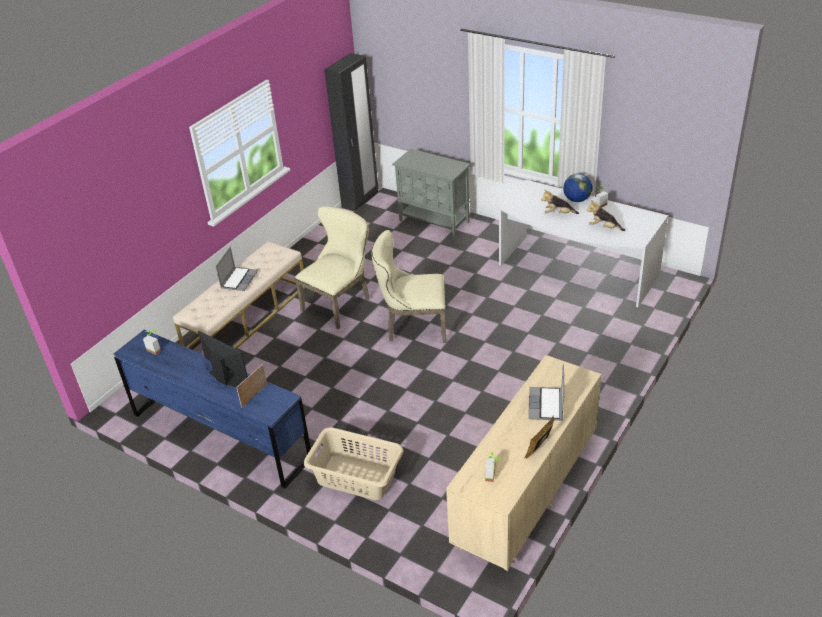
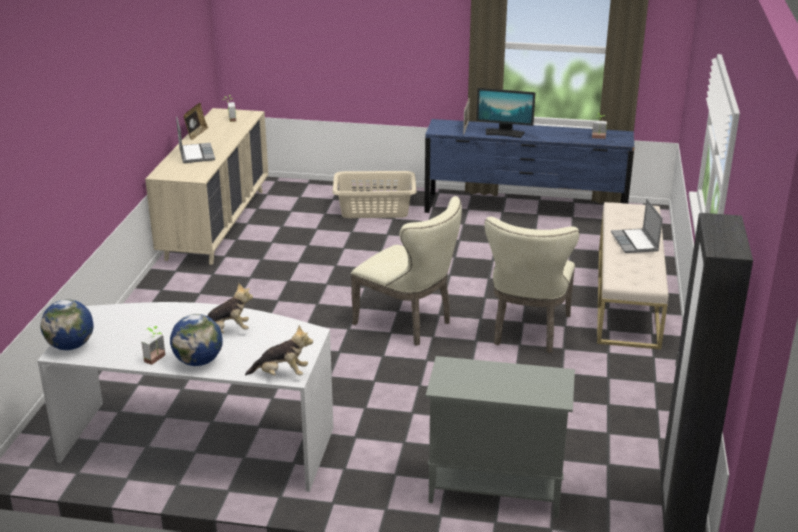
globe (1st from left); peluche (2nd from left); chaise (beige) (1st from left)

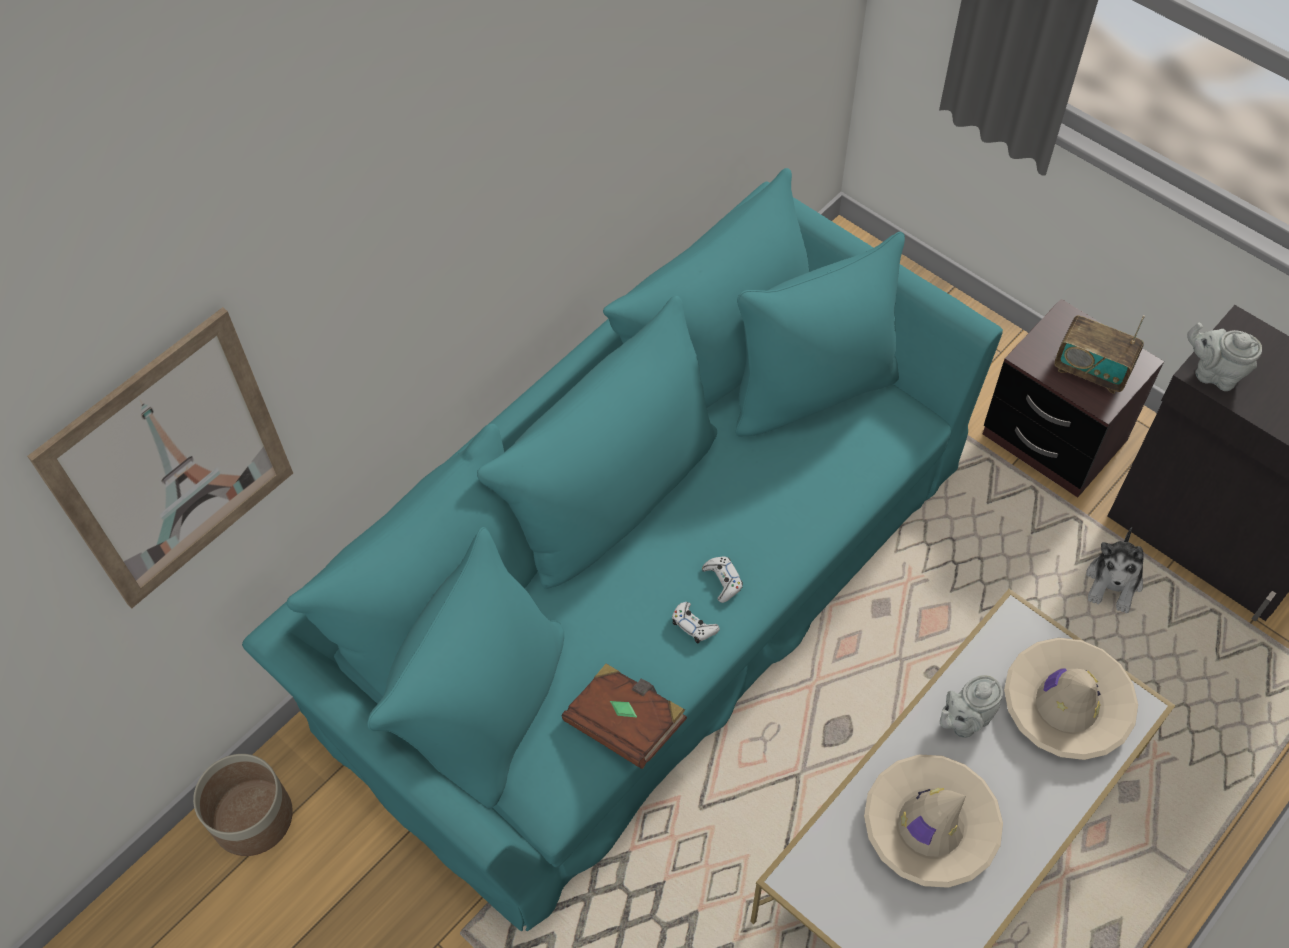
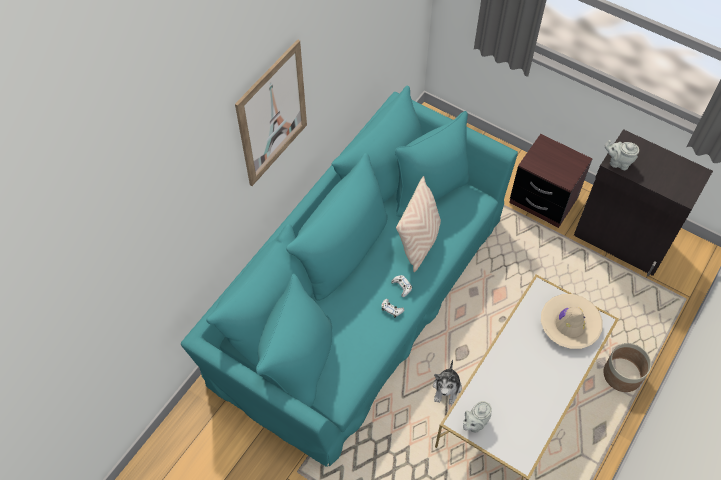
tableau; coussin (beige); peluche; théière (gris) (1st from left); cache-pot; livre (marron); chapeau (beige) (1st from left in the first image); radio

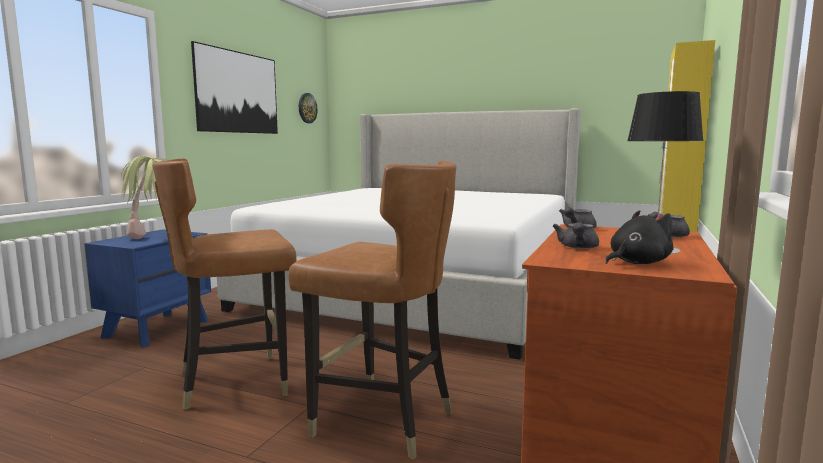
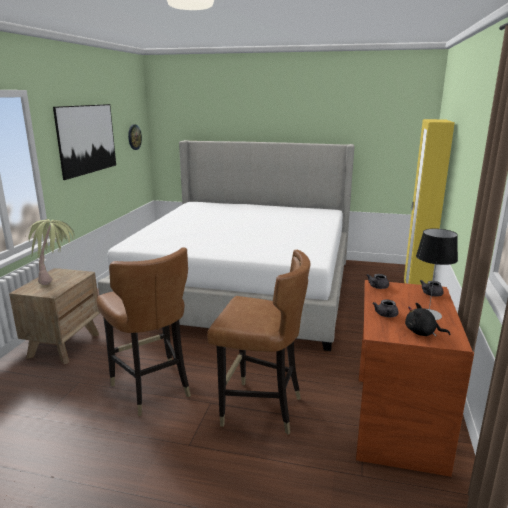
table de chevet (marron); chaise (marron) (1st from left); peluche (noir)

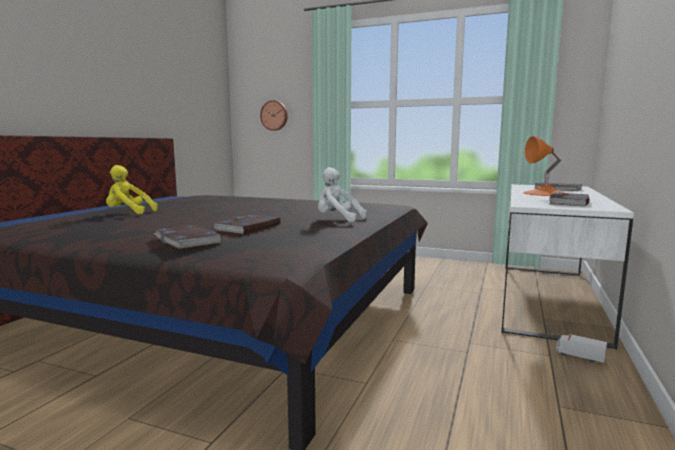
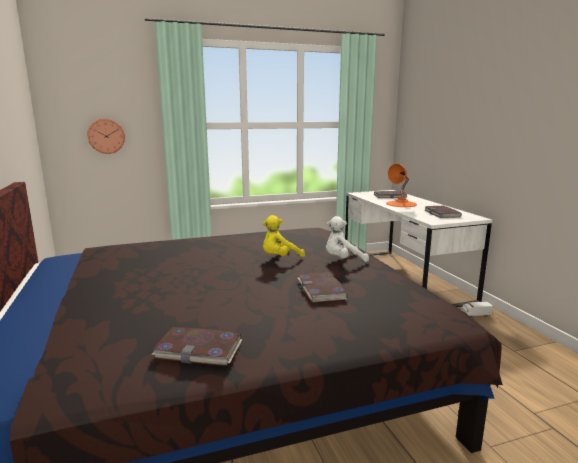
livre (1st from left); peluche (jaune)

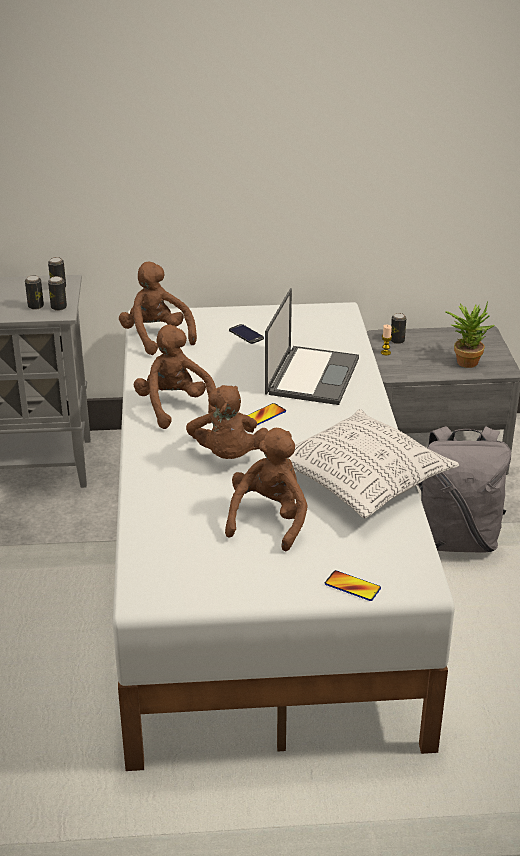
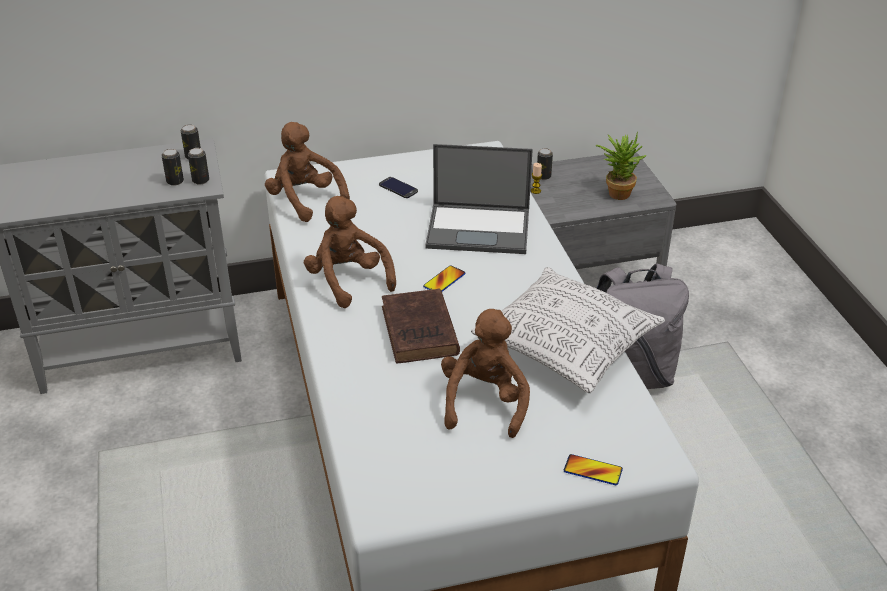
livre (marron); ordinateur portable

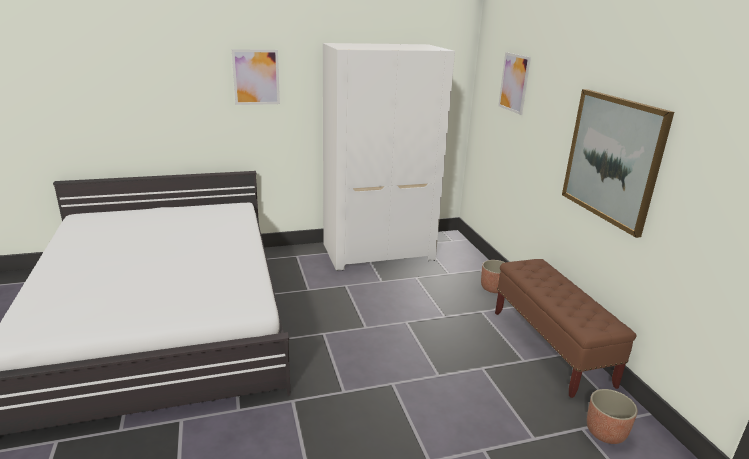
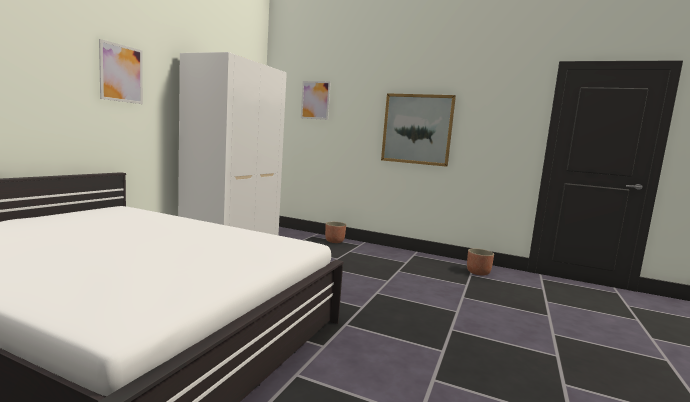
banc (marron)

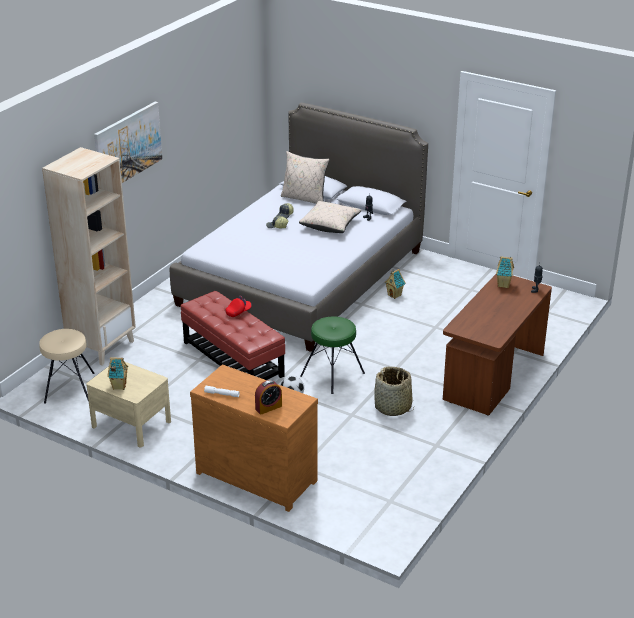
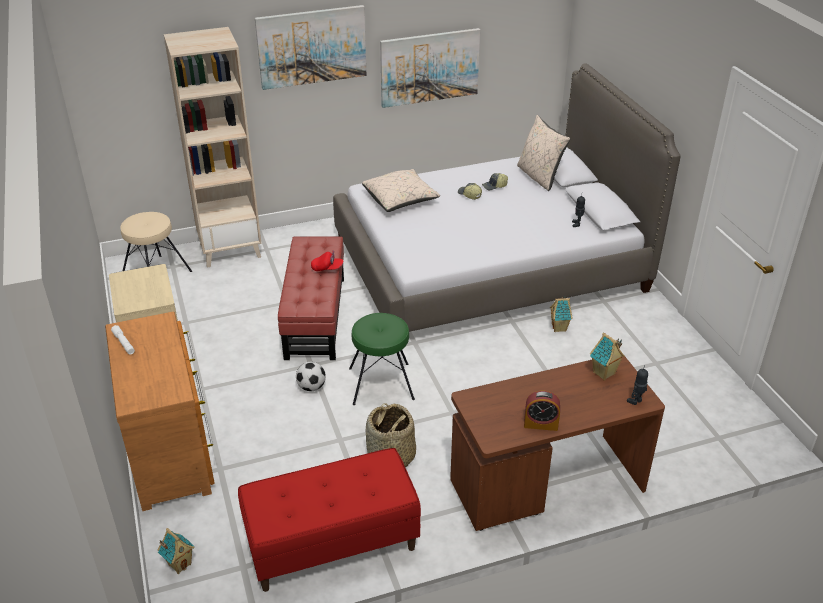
maison miniature (1st from left); banc (rouge); coussin (beige) (1st from left); tableau (2nd from left); réveil

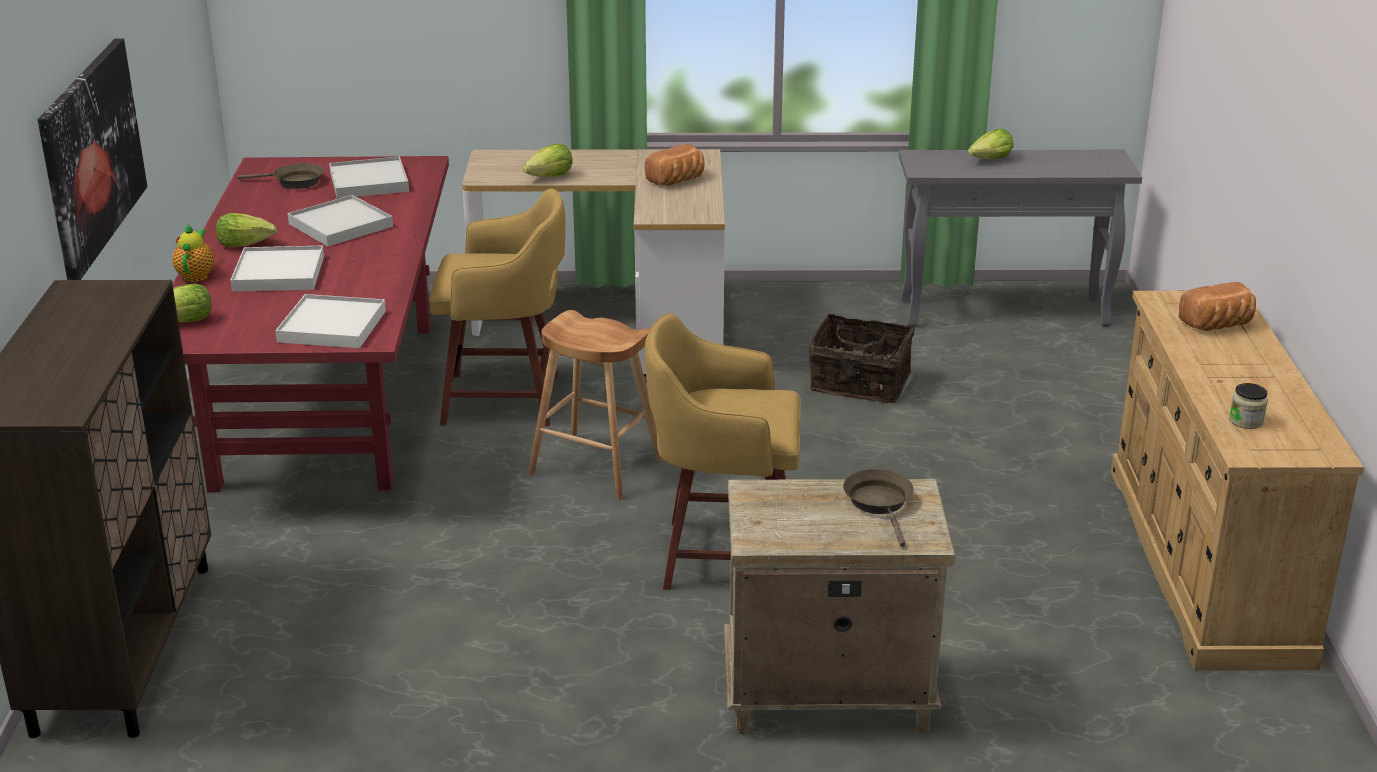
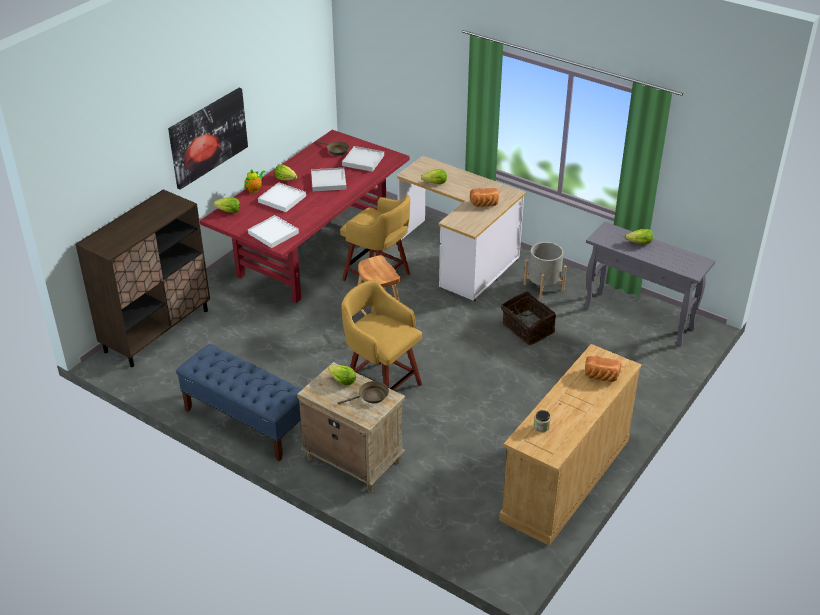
banc (bleu); laitue (3rd from left); poêle (marron) (2nd from left); cache-pot (gris)

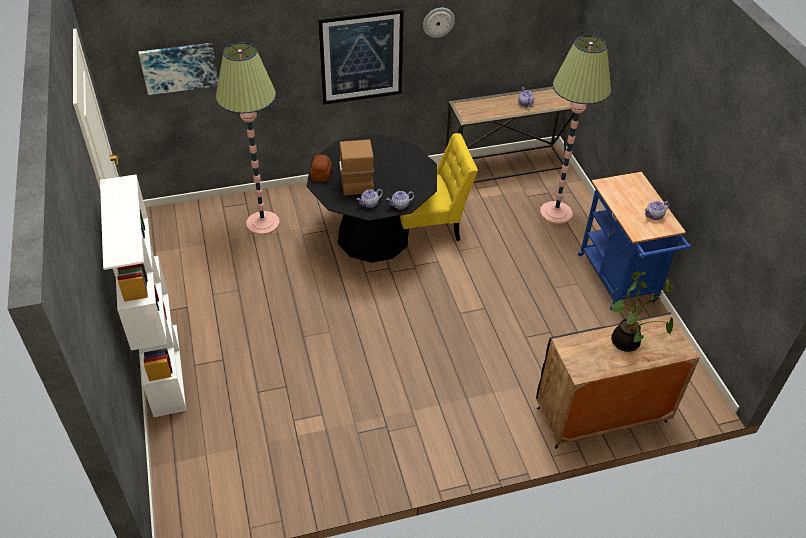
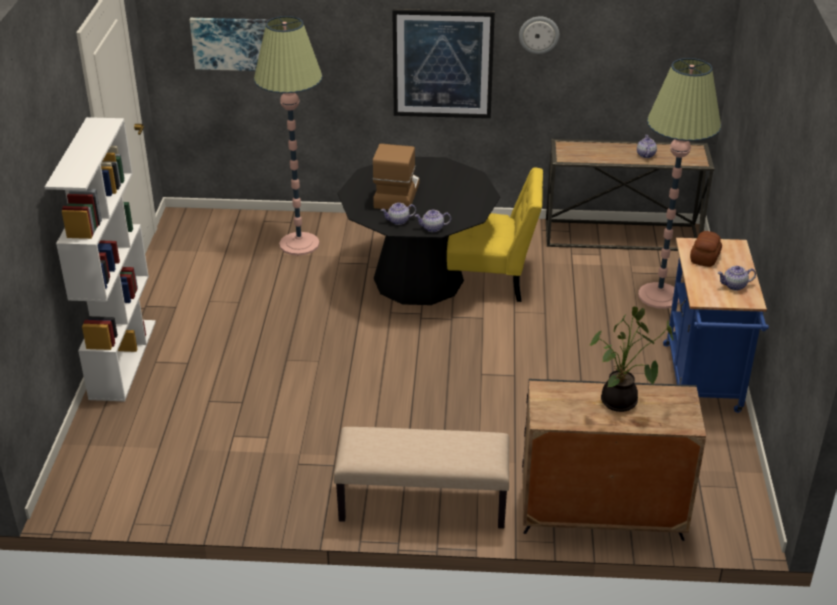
banc (beige); pain

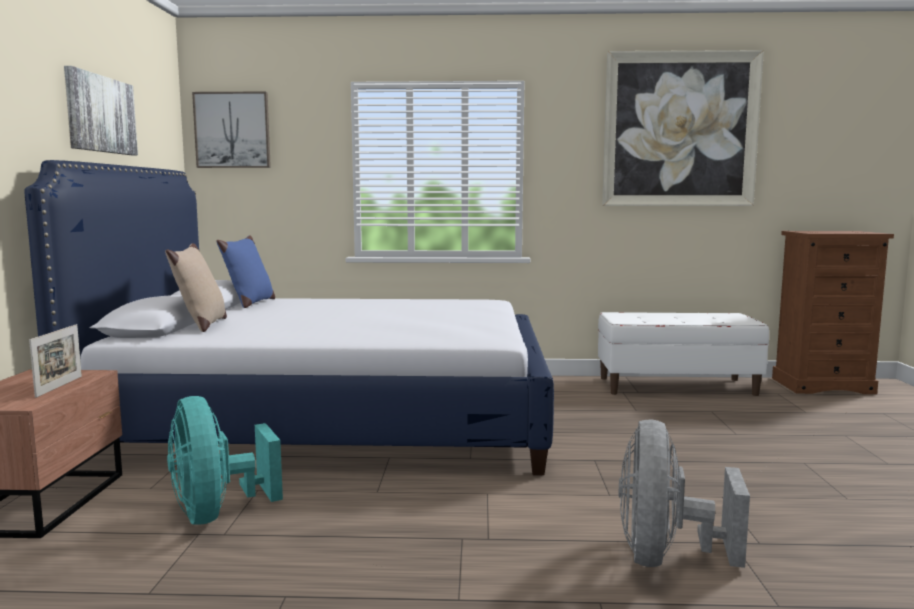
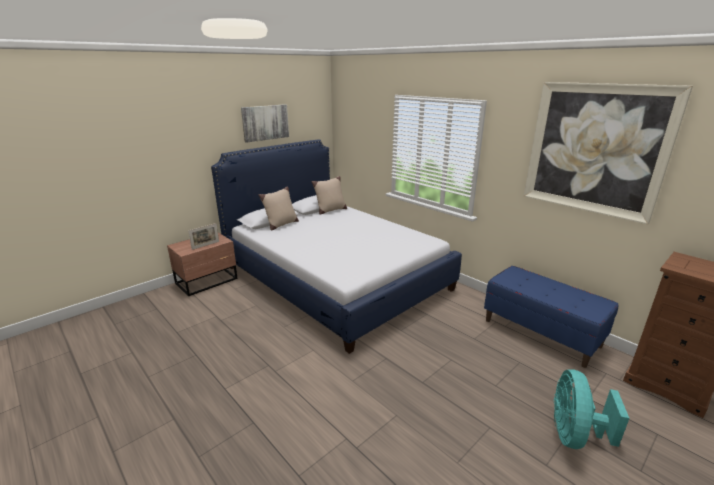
coussin (beige) (2nd from left); banc (bleu); ventilateur (turquoise); tableau (2nd from left in the first image); ventilateur (gris)

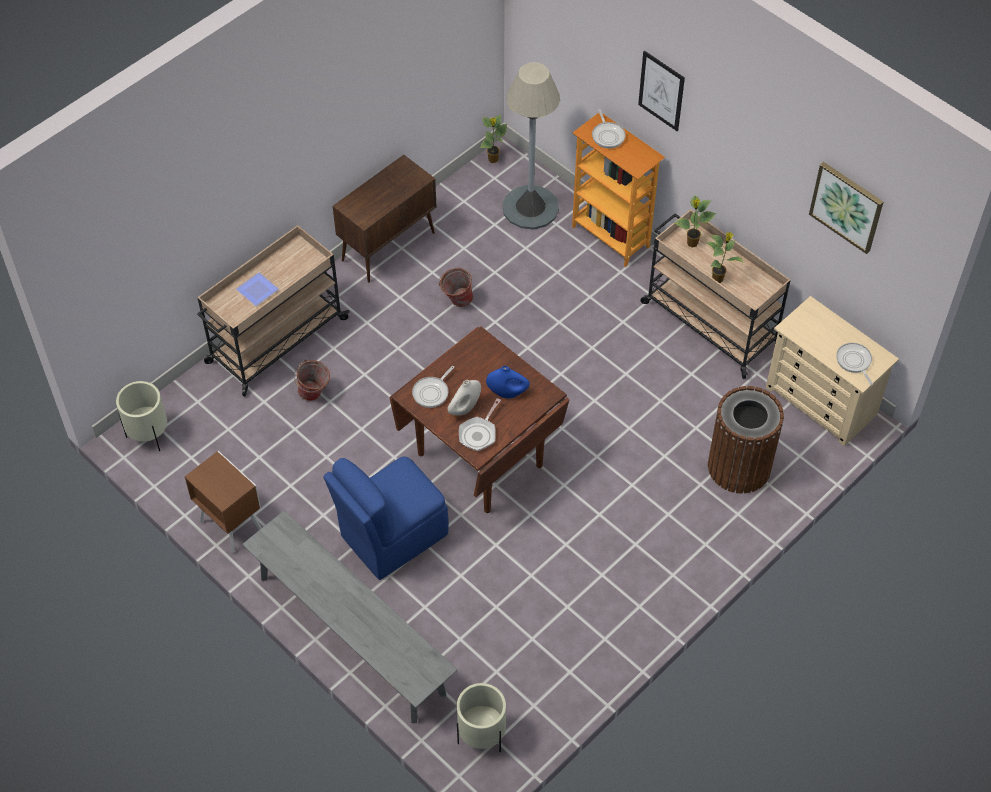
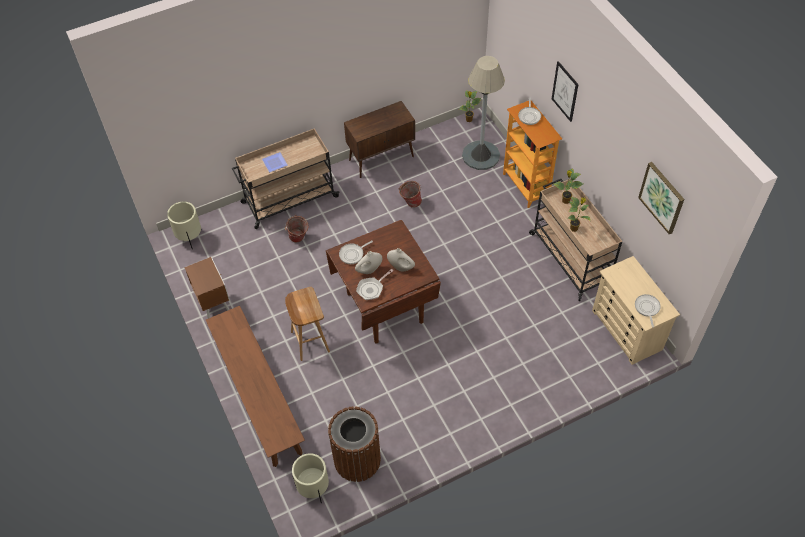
banc (marron); tabouret (marron); poubelle (marron); vase (blanc) (2nd from left)

